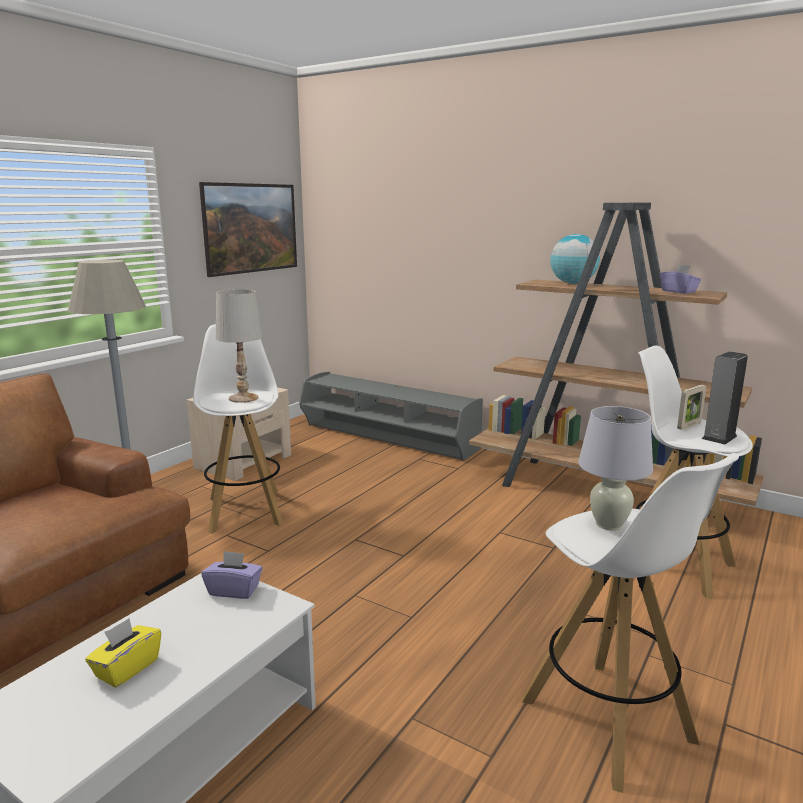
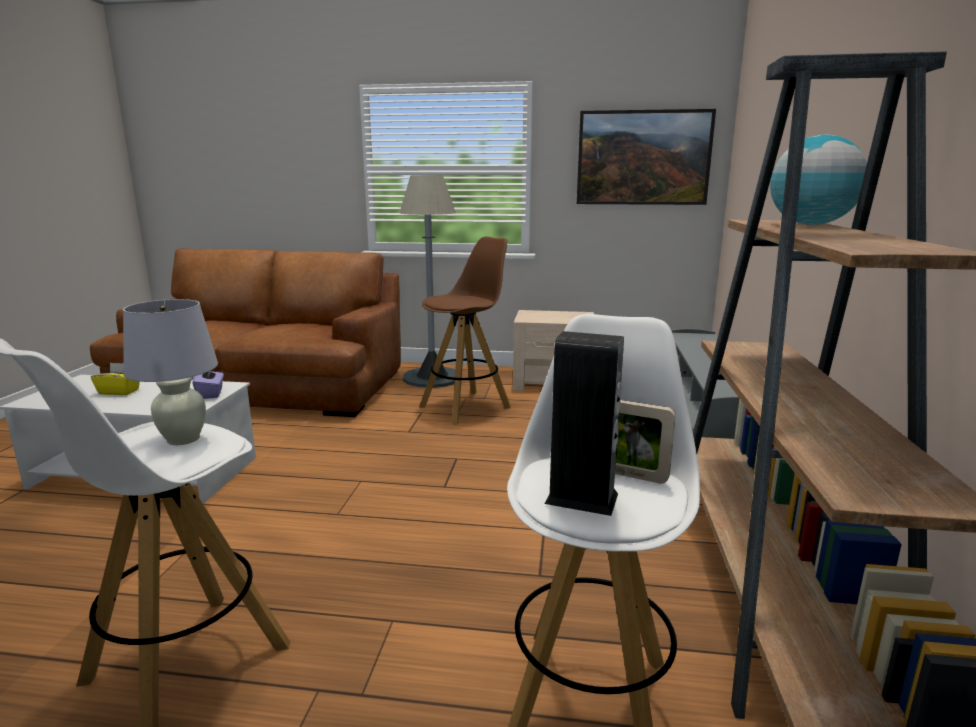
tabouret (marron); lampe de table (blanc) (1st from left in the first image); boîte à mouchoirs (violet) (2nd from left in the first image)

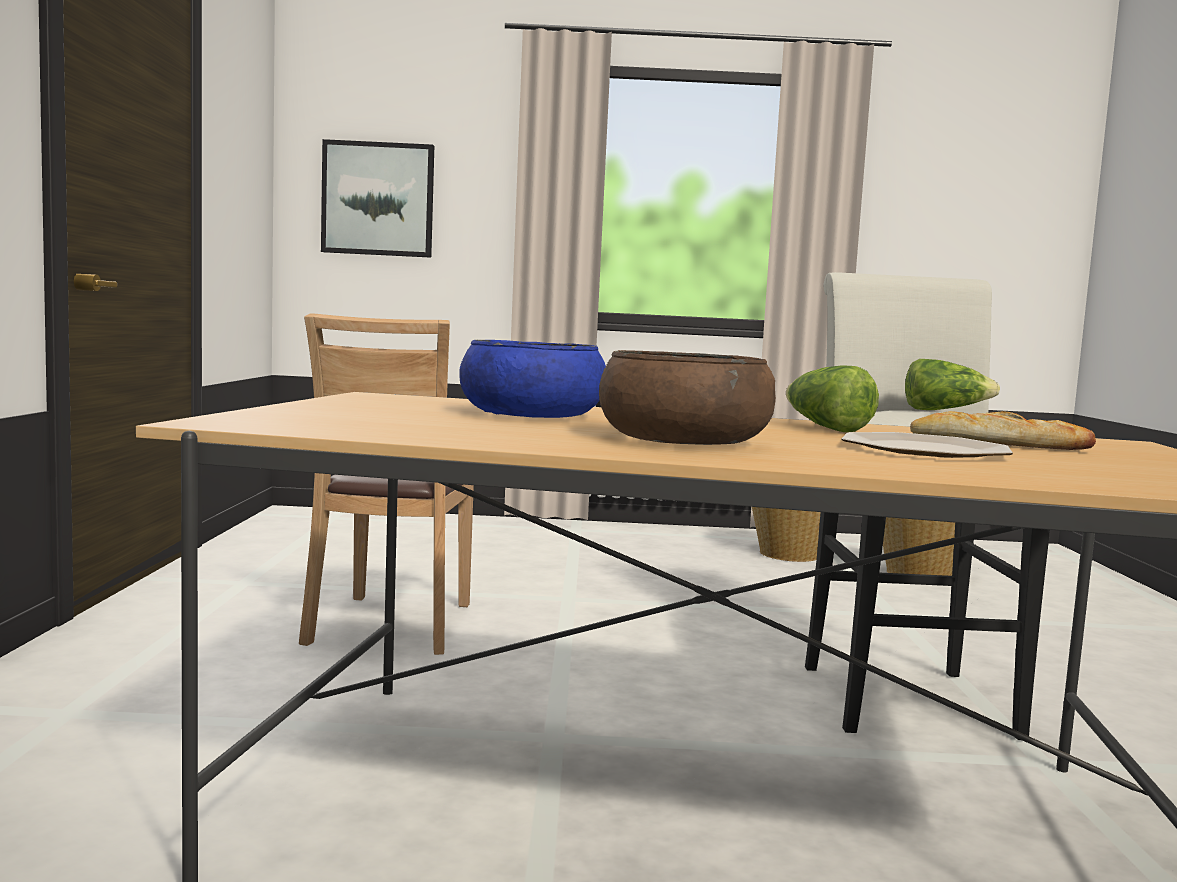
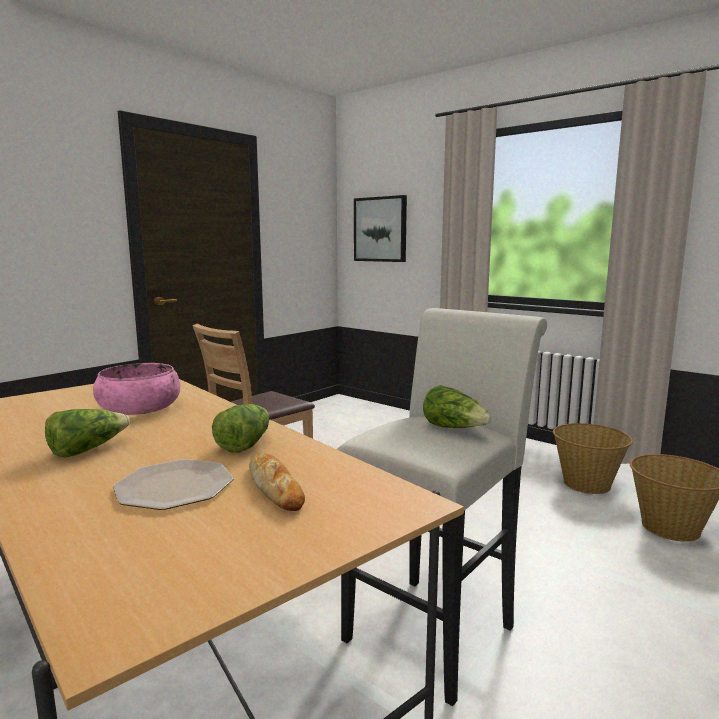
laitue (1st from left); bol (rose)

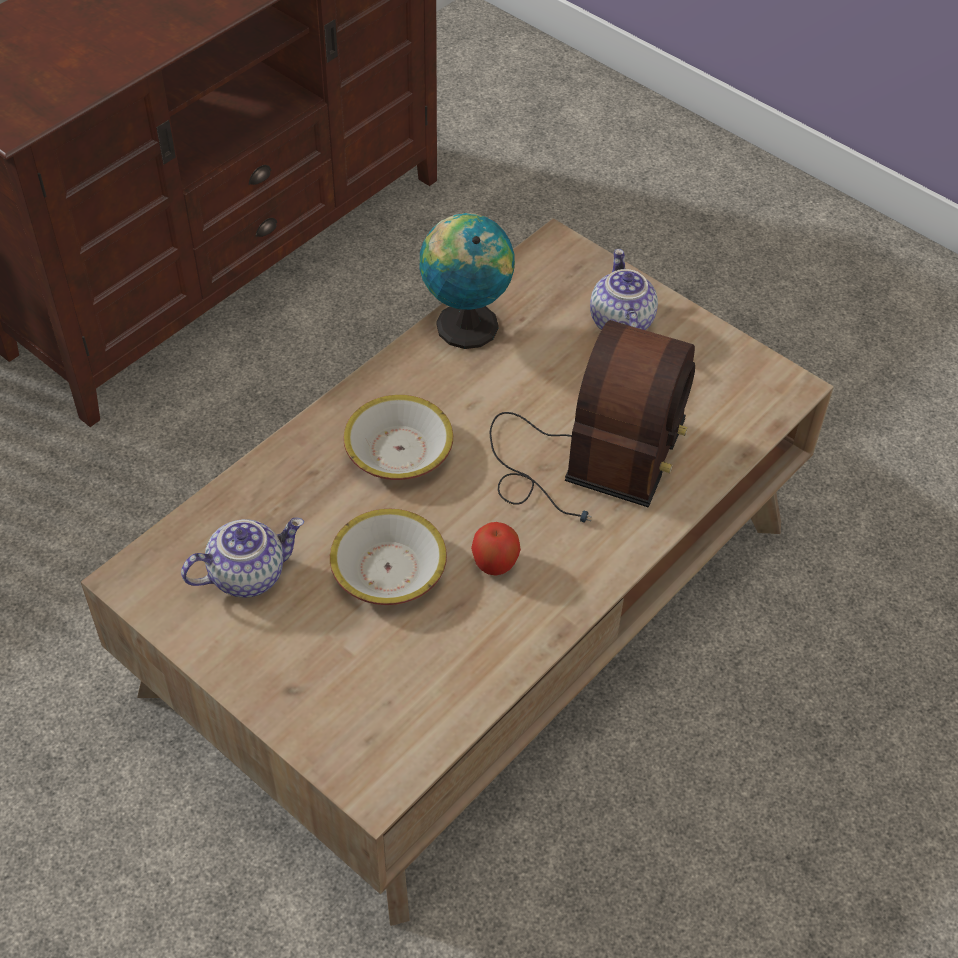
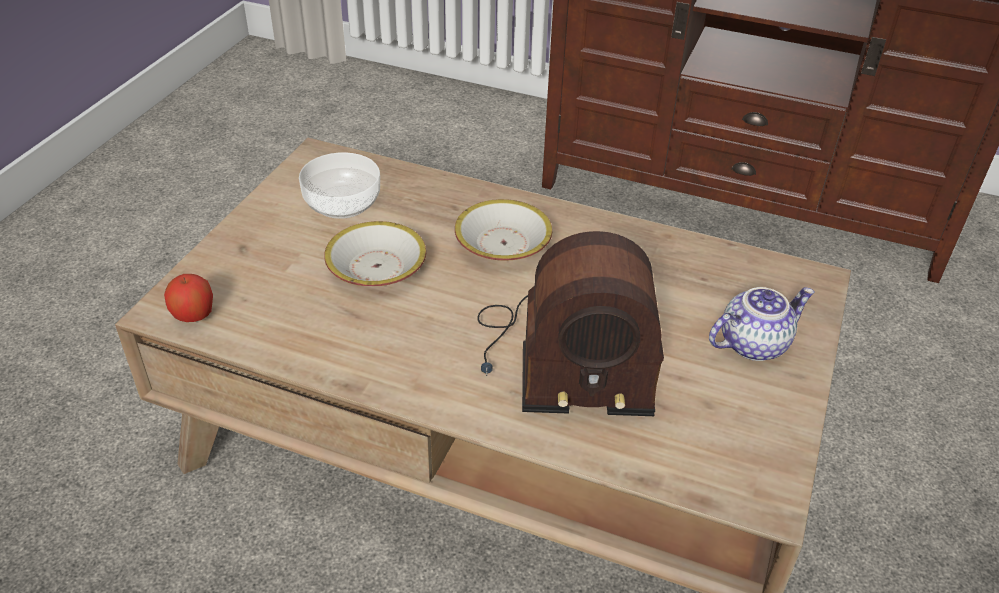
pomme; bol (1st from left); globe

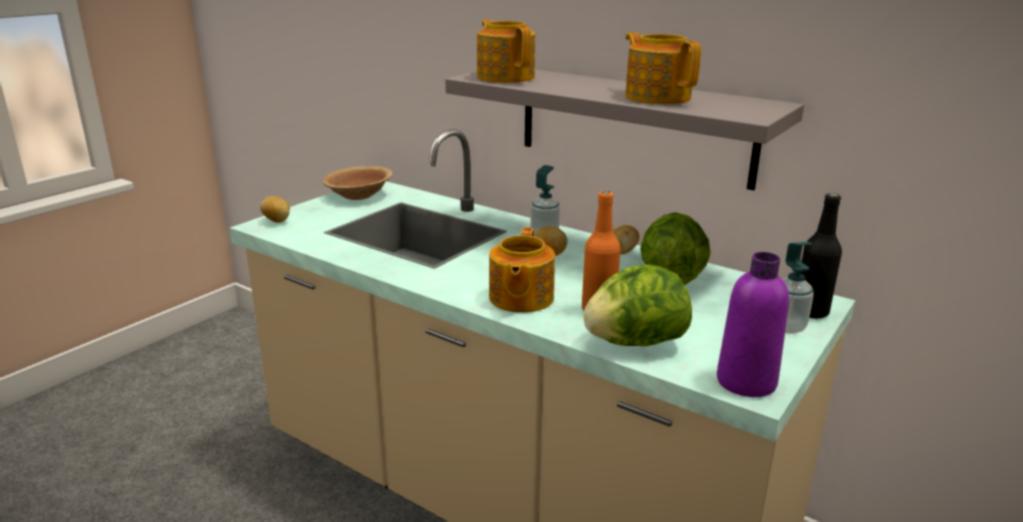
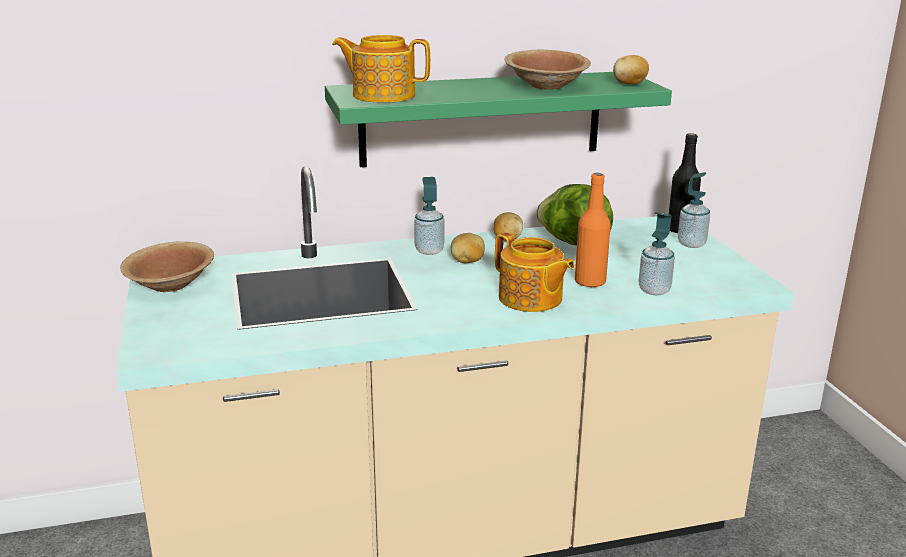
étagère (vert); bol (marron) (2nd from left); pomme de terre (3rd from left); distributeur de savon (2nd from left); bouteille (violet)

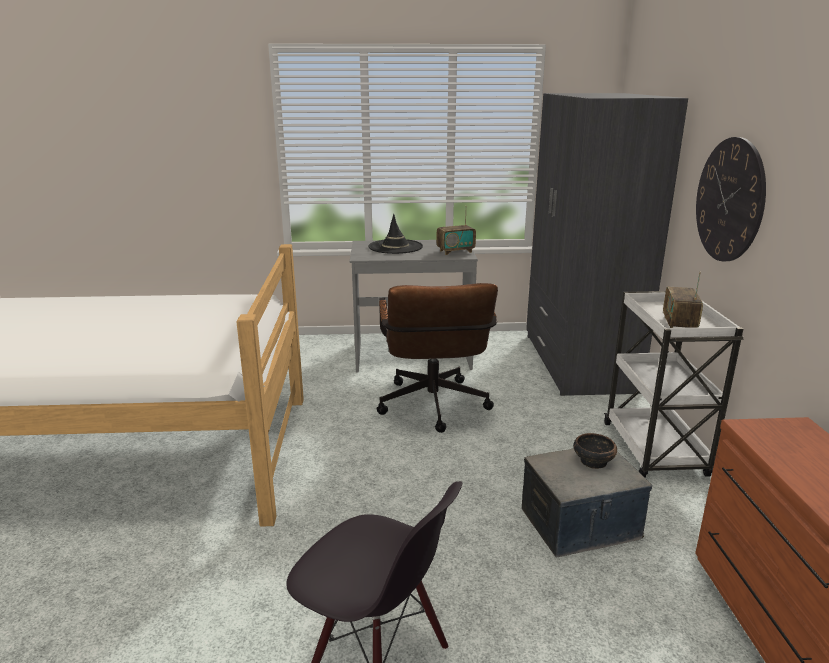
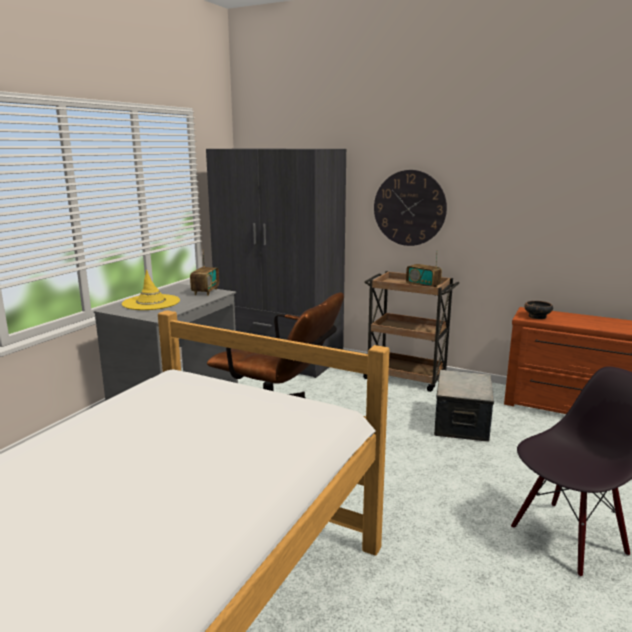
chapeau (jaune); chariot (marron); bol

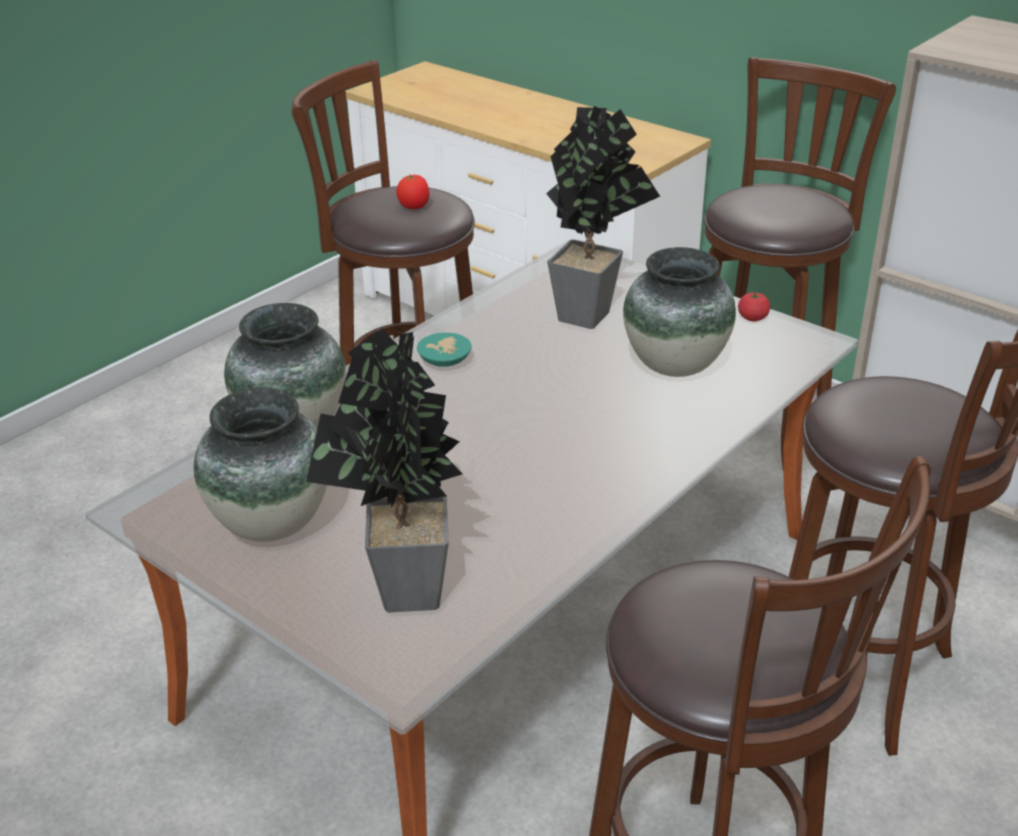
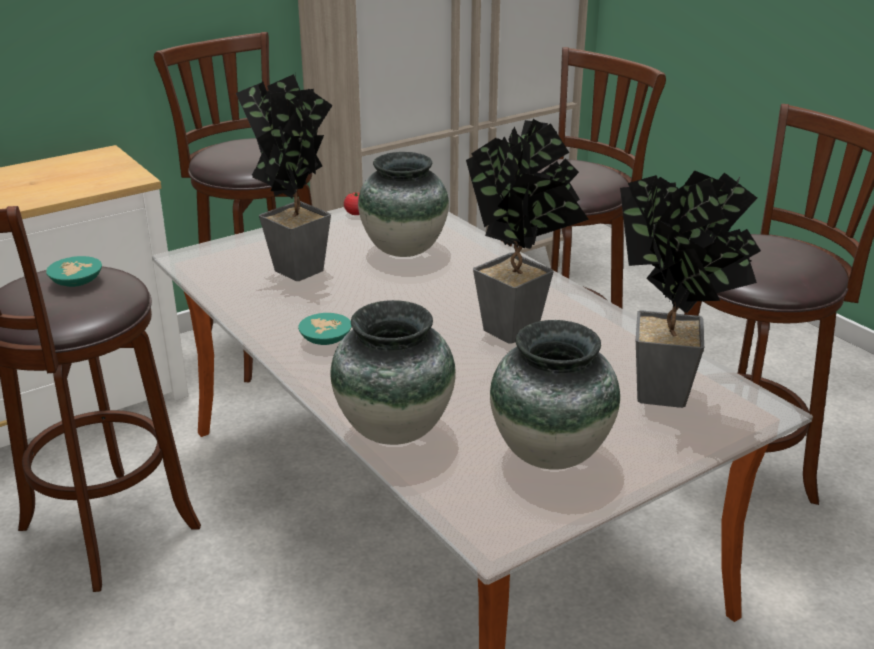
bol (turquoise) (1st from left); plante en pot (2nd from left)

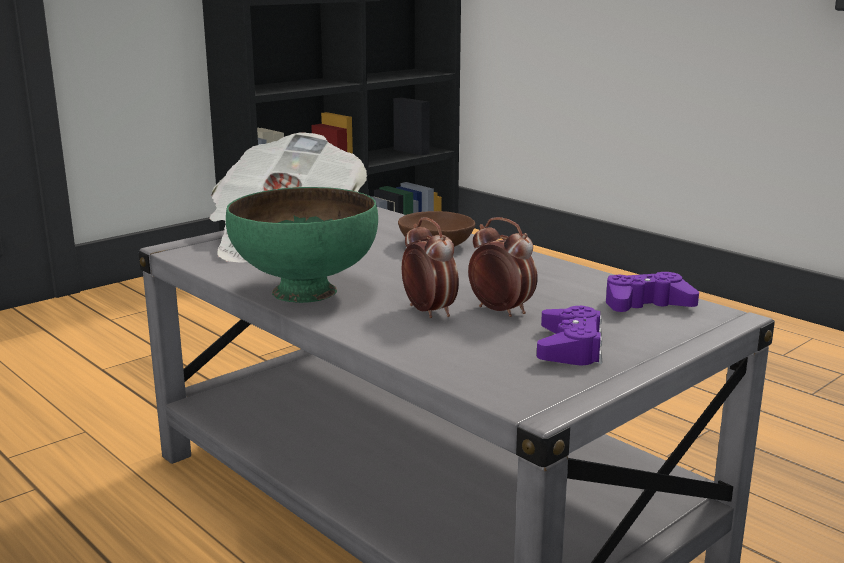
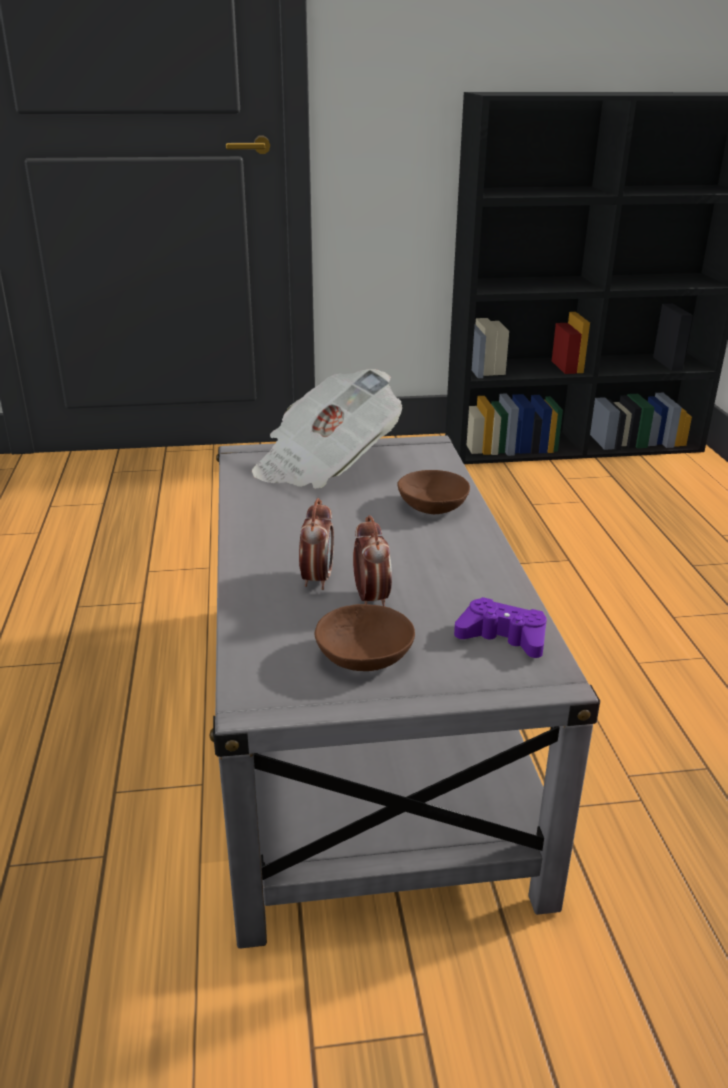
bol (marron) (1st from left); bol (vert)

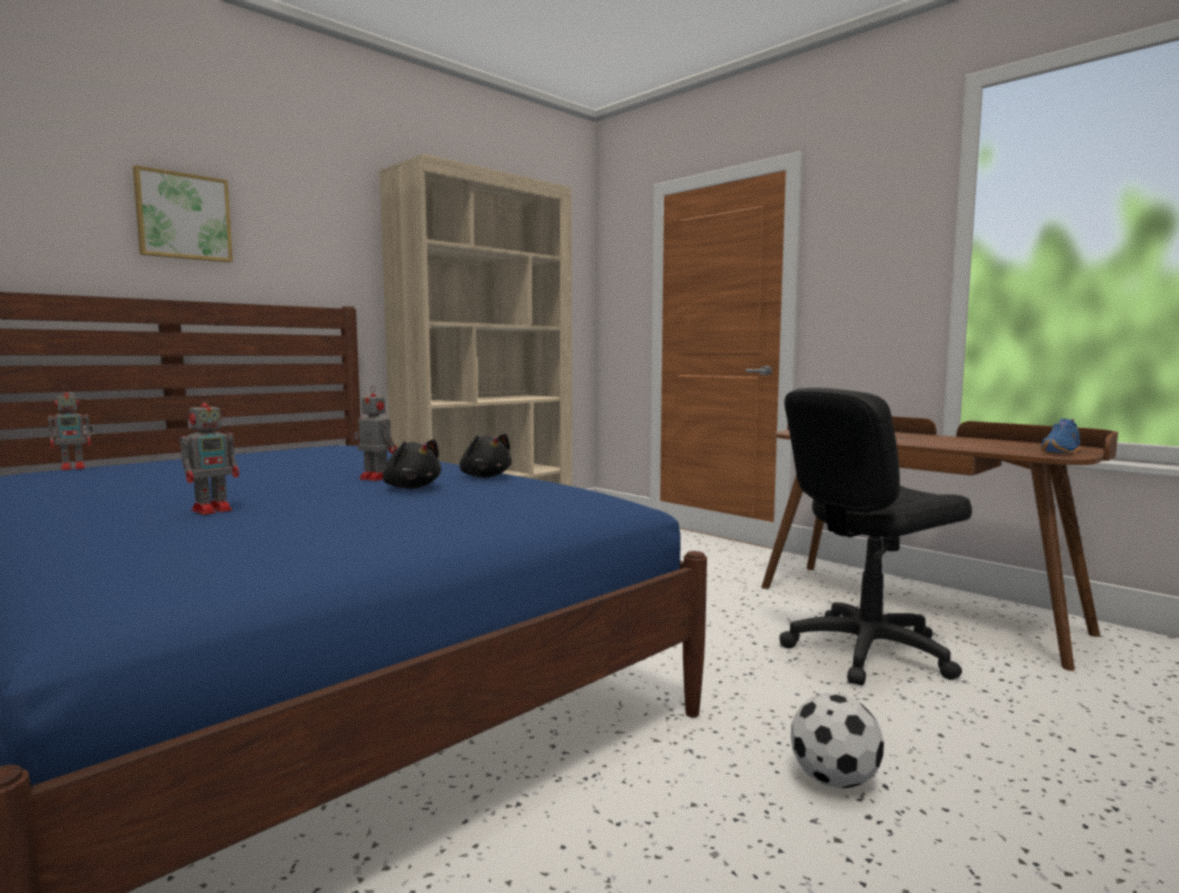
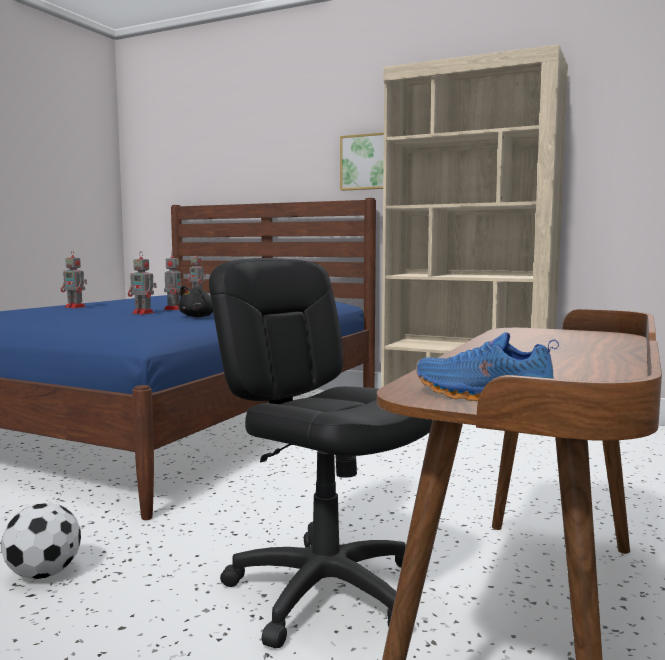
robot jouet (2nd from left); tableau

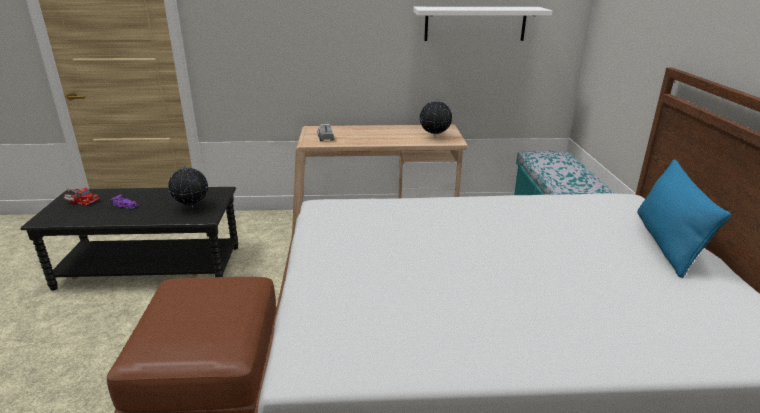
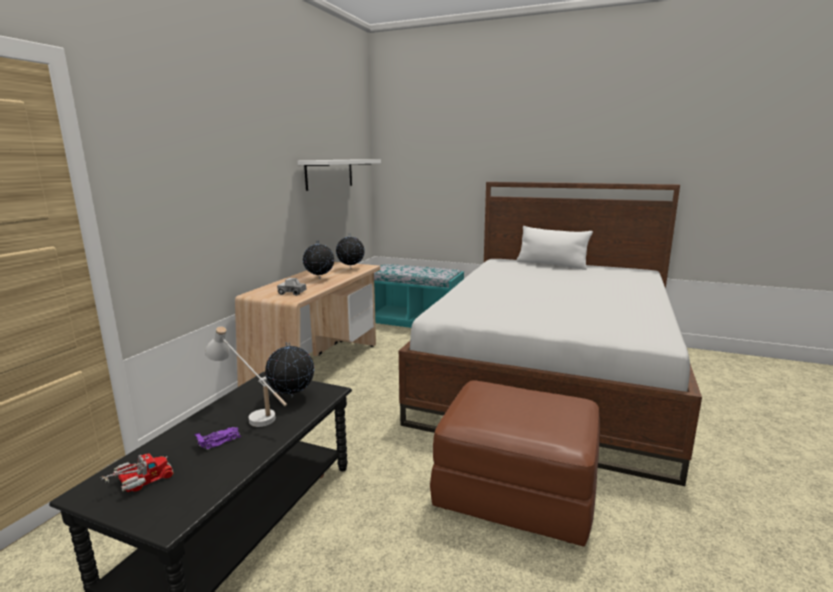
lampe de table (blanc); globe (2nd from left); coussin (blanc)

